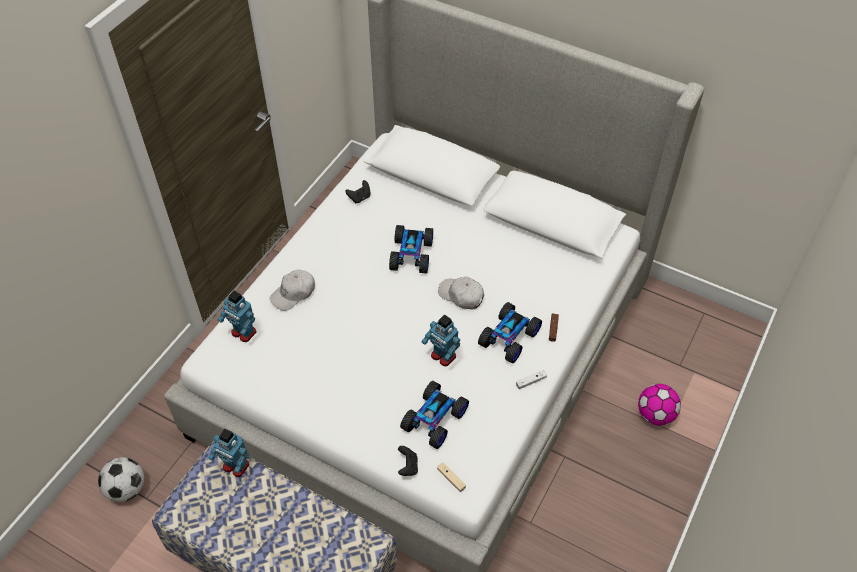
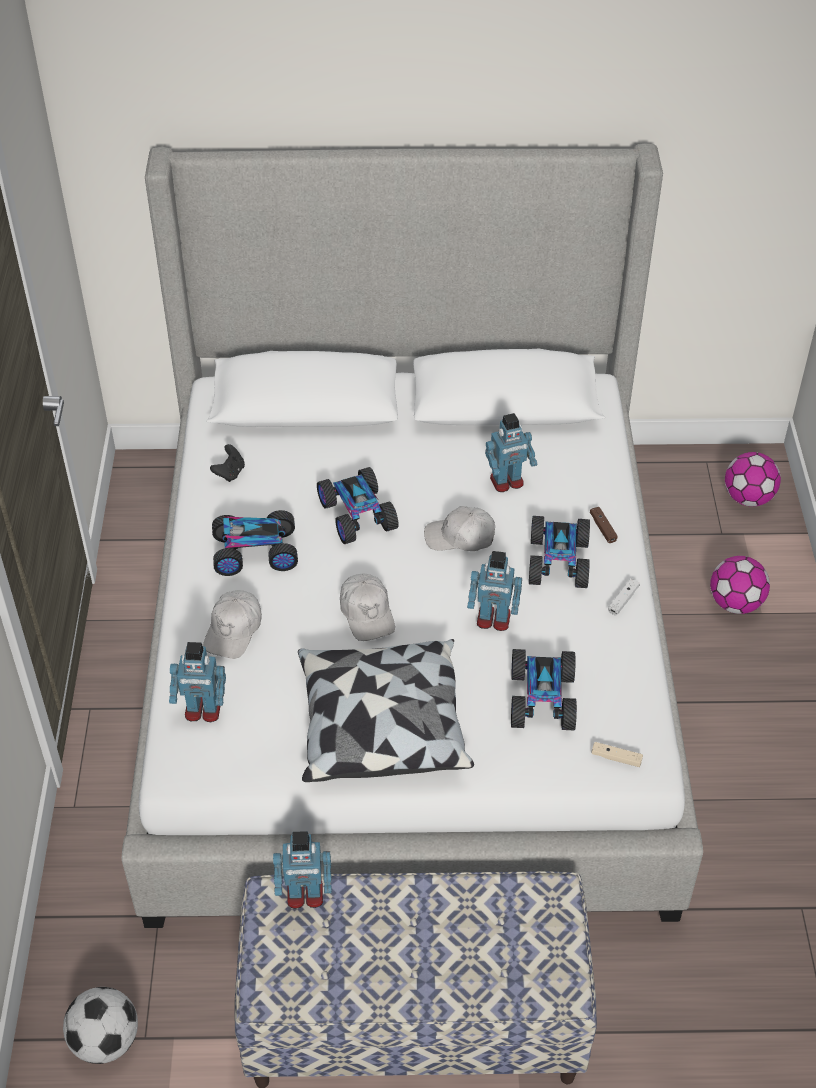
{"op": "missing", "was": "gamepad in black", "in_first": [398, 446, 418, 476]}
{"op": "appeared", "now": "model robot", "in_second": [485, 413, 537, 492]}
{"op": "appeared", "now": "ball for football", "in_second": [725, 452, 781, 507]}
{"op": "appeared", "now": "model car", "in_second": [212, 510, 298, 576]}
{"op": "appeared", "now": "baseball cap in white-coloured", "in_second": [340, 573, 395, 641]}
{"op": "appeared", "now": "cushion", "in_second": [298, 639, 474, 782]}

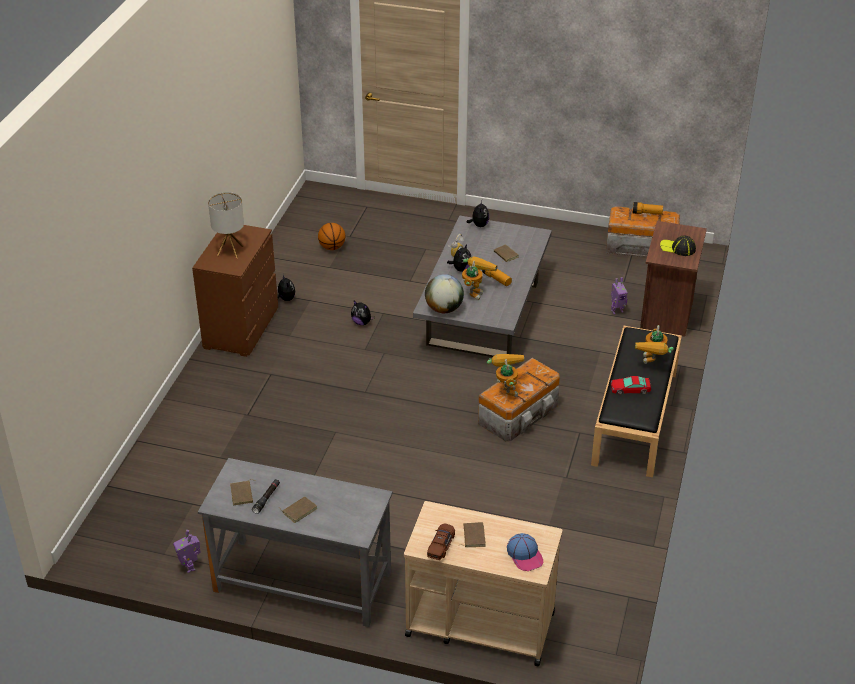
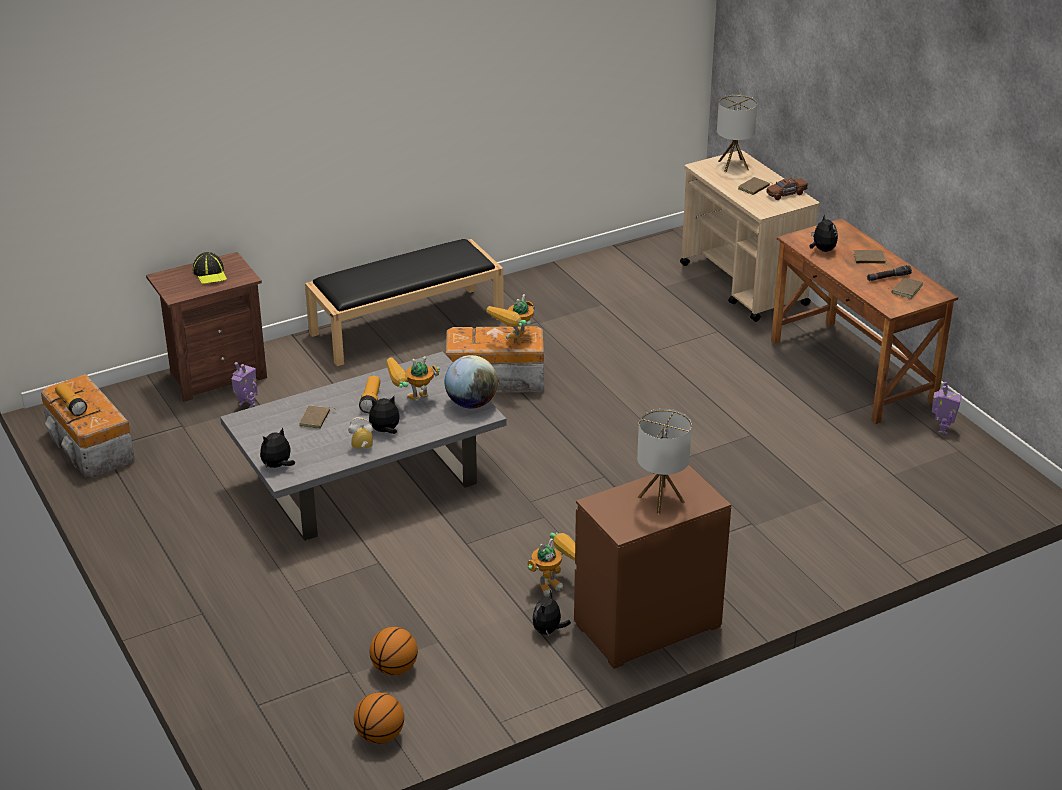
{"op": "relocated", "was": "plush toy", "in_first": [351, 301, 375, 325], "in_second": [810, 214, 838, 252]}
{"op": "relocated", "was": "model robot", "in_first": [635, 325, 674, 364], "in_second": [528, 532, 575, 597]}
{"op": "missing", "was": "model car", "in_first": [611, 376, 651, 394]}
{"op": "colour", "was": "desk in grey", "now": "desk in brown-coloured", "in_first": [198, 458, 393, 627], "in_second": [771, 218, 958, 424]}
{"op": "exchanged", "was": "baseball cap", "now": "lamp for a table", "in_first": [507, 533, 544, 571], "in_second": [717, 94, 757, 172]}
{"op": "appeared", "now": "basketball ball", "in_second": [354, 693, 404, 744]}

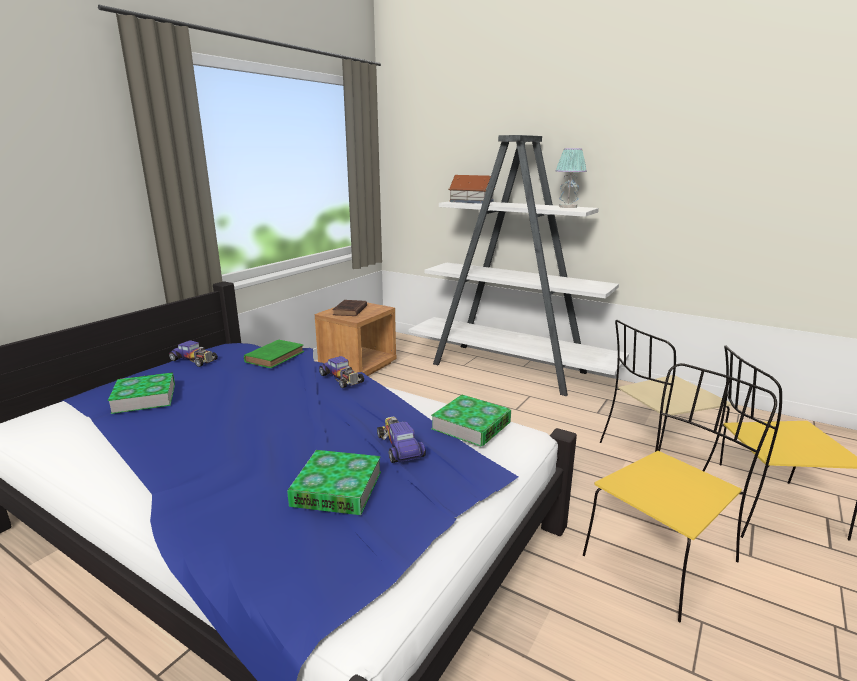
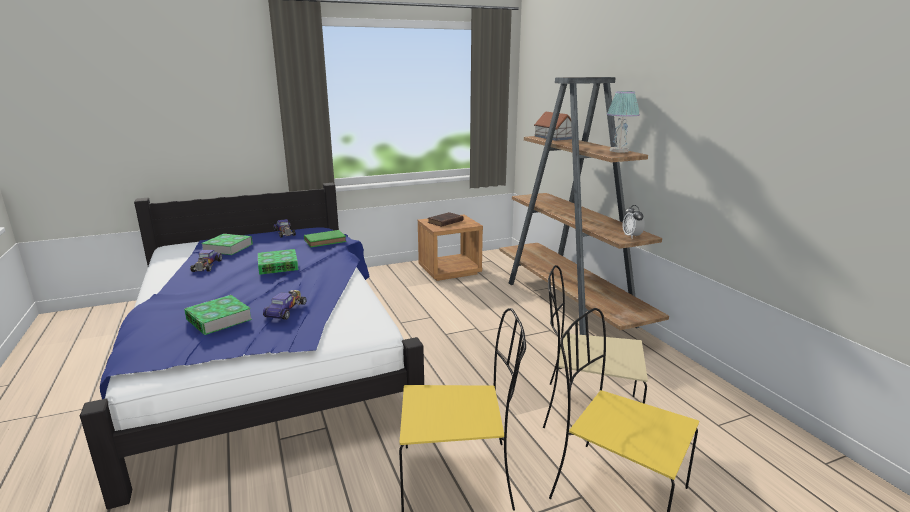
{"op": "colour", "was": "bookshelf in white-coloured", "now": "bookshelf in brown-coloured", "in_first": [408, 135, 629, 396], "in_second": [500, 77, 669, 335]}
{"op": "relocated", "was": "model car", "in_first": [319, 356, 364, 388], "in_second": [190, 250, 222, 272]}
{"op": "relocated", "was": "book", "in_first": [431, 395, 511, 447], "in_second": [258, 249, 299, 275]}
{"op": "appeared", "now": "table clock", "in_second": [623, 205, 645, 238]}

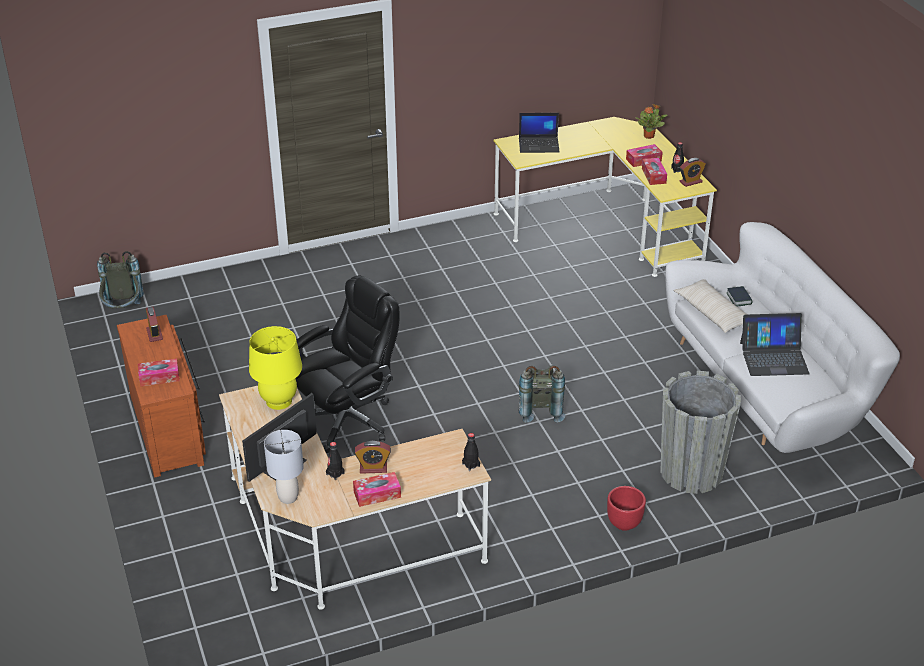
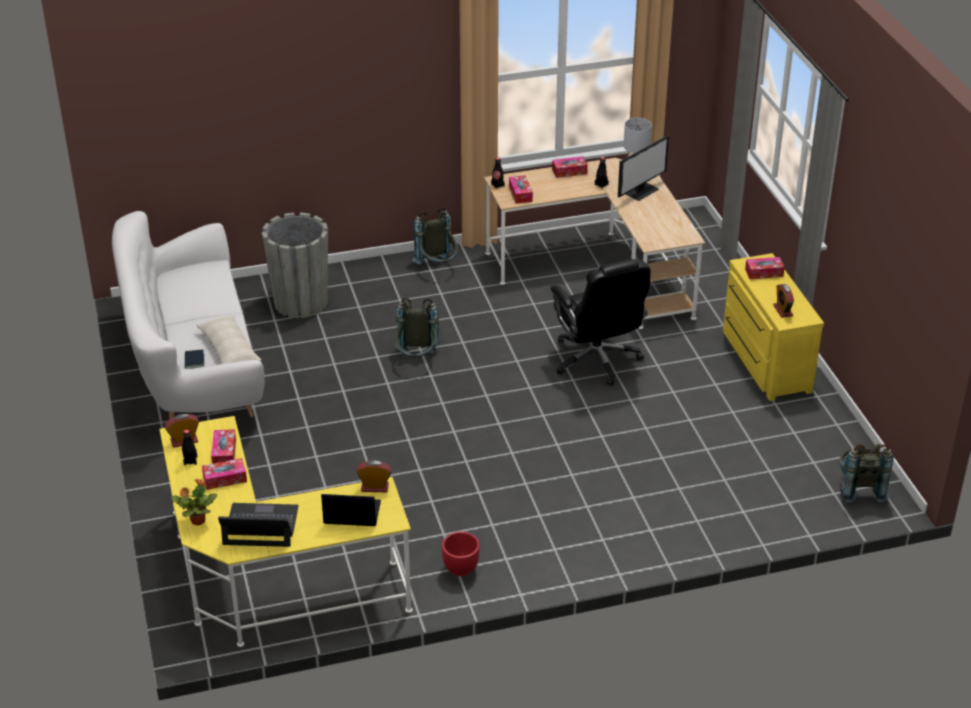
{"op": "spun", "was": "office chair in black", "in_first": [295, 275, 399, 453], "in_second": [551, 259, 651, 386], "clockwise": -75}
{"op": "relocated", "was": "notebook computer", "in_first": [740, 313, 810, 376], "in_second": [218, 503, 299, 547]}
{"op": "colour", "was": "dresser in brown-coloured", "now": "dresser in yellow-coloured", "in_first": [117, 315, 206, 477], "in_second": [723, 253, 824, 401]}
{"op": "missing", "was": "lamp for a table in yellow-coloured", "in_first": [249, 326, 302, 410]}
{"op": "relocated", "was": "table clock", "in_first": [355, 441, 391, 474], "in_second": [356, 460, 392, 492]}
{"op": "relocated", "was": "flower pot in red-coloured", "in_first": [607, 486, 646, 531], "in_second": [442, 532, 480, 576]}
{"op": "appeared", "now": "tissue holder", "in_second": [509, 175, 533, 204]}
{"op": "appeared", "now": "rucksack in grey", "in_second": [412, 207, 458, 265]}

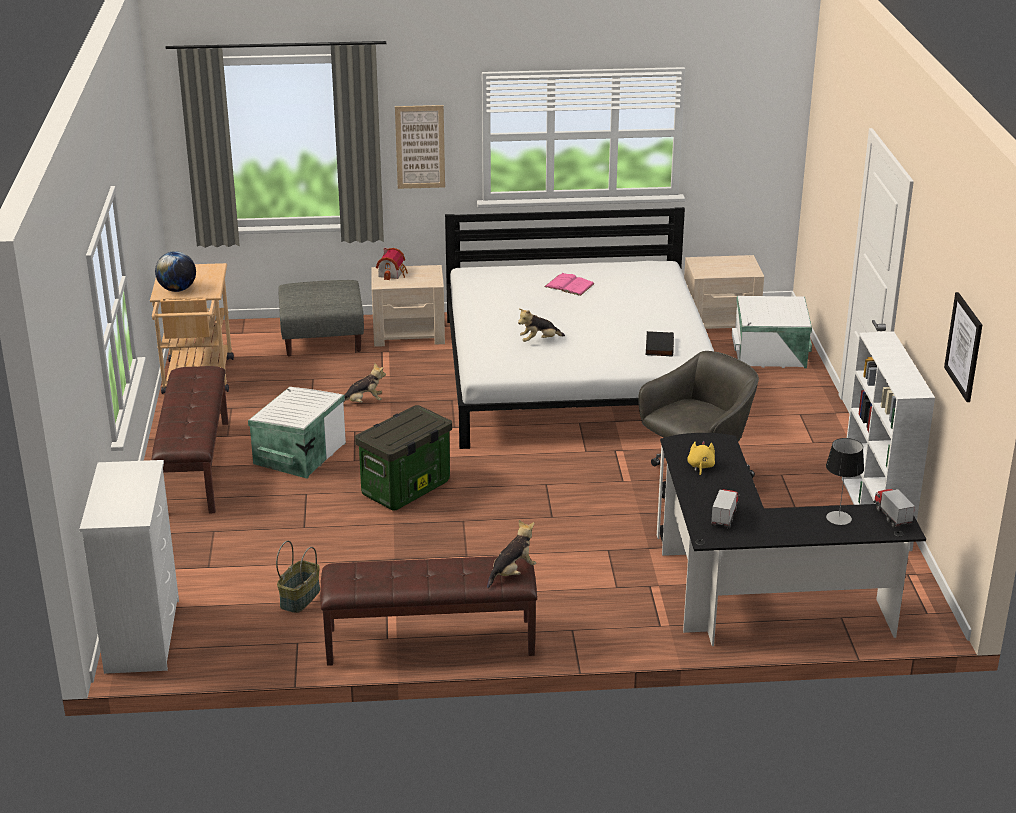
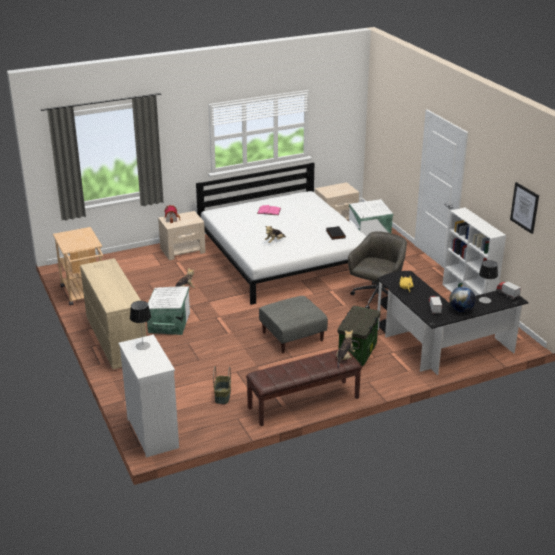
{"op": "missing", "was": "wall art", "in_first": [395, 105, 445, 189]}
{"op": "relocated", "was": "world globe", "in_first": [155, 251, 196, 292], "in_second": [450, 287, 476, 312]}
{"op": "relocated", "was": "footrest in grey", "in_first": [278, 280, 364, 357], "in_second": [259, 296, 328, 353]}
{"op": "exchanged", "was": "long seat in brown-coloured", "now": "dresser in sand-coloured", "in_first": [152, 366, 228, 514], "in_second": [80, 258, 146, 369]}
{"op": "relocated", "was": "storage box", "in_first": [355, 405, 452, 511], "in_second": [338, 306, 380, 366]}
{"op": "appeared", "now": "lamp for a table", "in_second": [130, 301, 151, 350]}

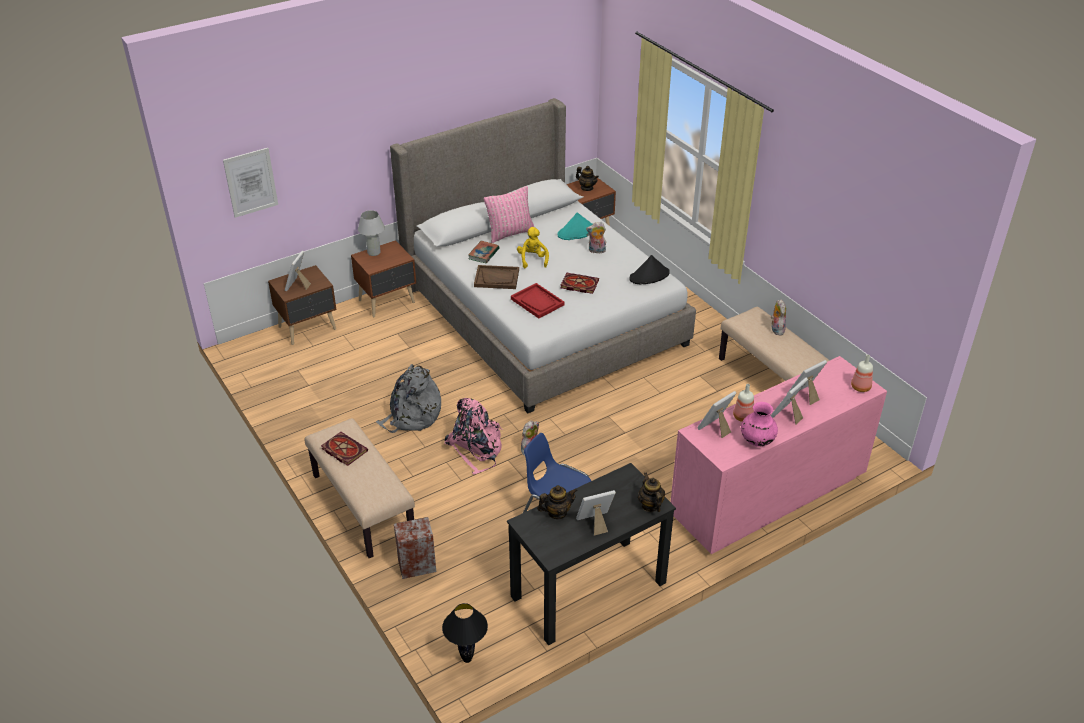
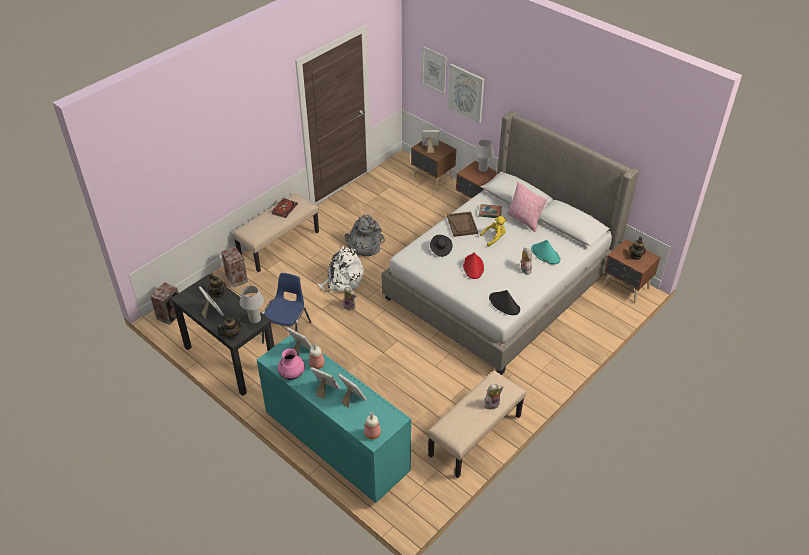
{"op": "exchanged", "was": "book", "now": "wearable hat in red-coloured", "in_first": [560, 273, 599, 294], "in_second": [463, 252, 484, 279]}
{"op": "exchanged", "was": "serving tray in red-coloured", "now": "wearable hat in black", "in_first": [511, 283, 565, 319], "in_second": [430, 235, 453, 257]}
{"op": "colour", "was": "dresser in pink-coloured", "now": "dresser in turquoise", "in_first": [671, 356, 887, 554], "in_second": [257, 335, 411, 503]}
{"op": "colour", "was": "rucksack in pink-coloured", "now": "rucksack in white-coloured", "in_first": [444, 398, 503, 475], "in_second": [318, 246, 364, 293]}
{"op": "exchanged", "was": "lamp for a table in black", "now": "speaker", "in_first": [442, 603, 488, 663], "in_second": [150, 282, 183, 325]}
{"op": "appeared", "now": "wall art", "in_second": [448, 64, 484, 123]}
{"op": "appeared", "now": "lamp for a table in white-coloured", "in_second": [240, 286, 264, 323]}

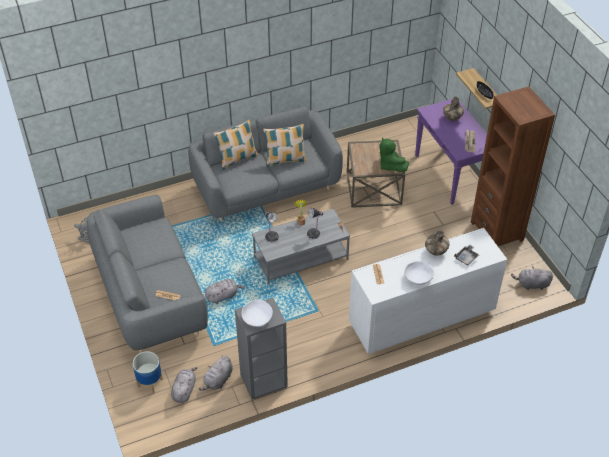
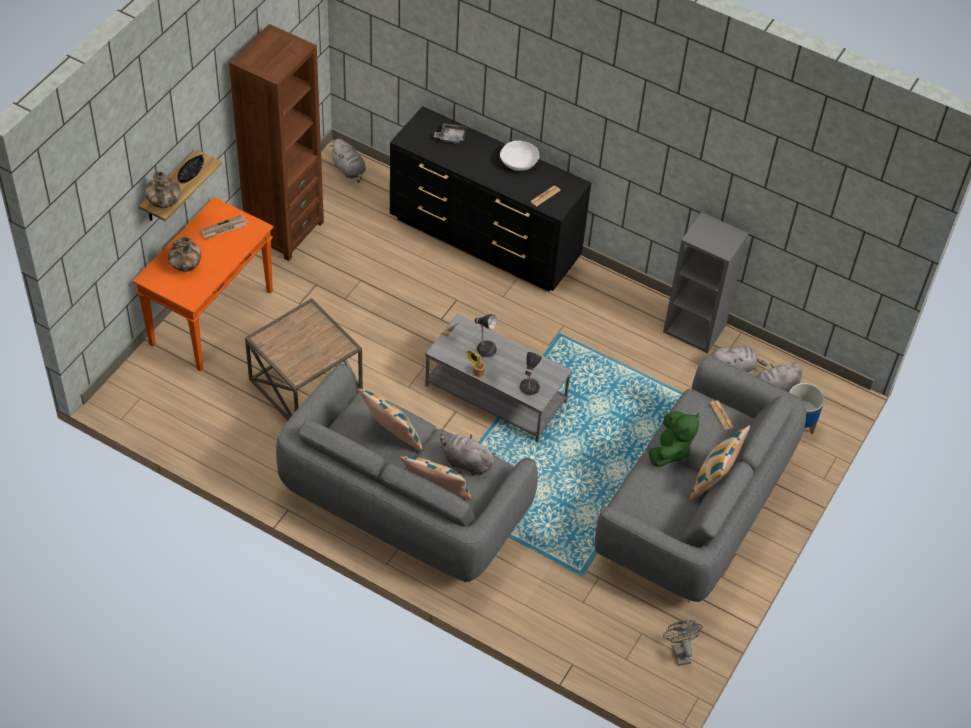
{"op": "colour", "was": "narrow table in purple-coloured", "now": "narrow table in orange", "in_first": [415, 99, 487, 205], "in_second": [133, 197, 274, 372]}
{"op": "relocated", "was": "plush toy in greenish", "in_first": [379, 137, 409, 172], "in_second": [649, 411, 699, 467]}
{"op": "colour", "was": "dresser in white-coloured", "now": "dresser in black", "in_first": [349, 228, 507, 354], "in_second": [390, 106, 591, 292]}
{"op": "relocated", "was": "vase", "in_first": [425, 230, 449, 256], "in_second": [145, 171, 181, 208]}
{"op": "relocated", "was": "plush toy in grey", "in_first": [205, 279, 245, 304], "in_second": [440, 433, 496, 476]}
{"op": "missing", "was": "serving bowl in white-coloured", "in_first": [242, 300, 273, 327]}
{"op": "appeared", "now": "cushion", "in_second": [690, 426, 750, 500]}

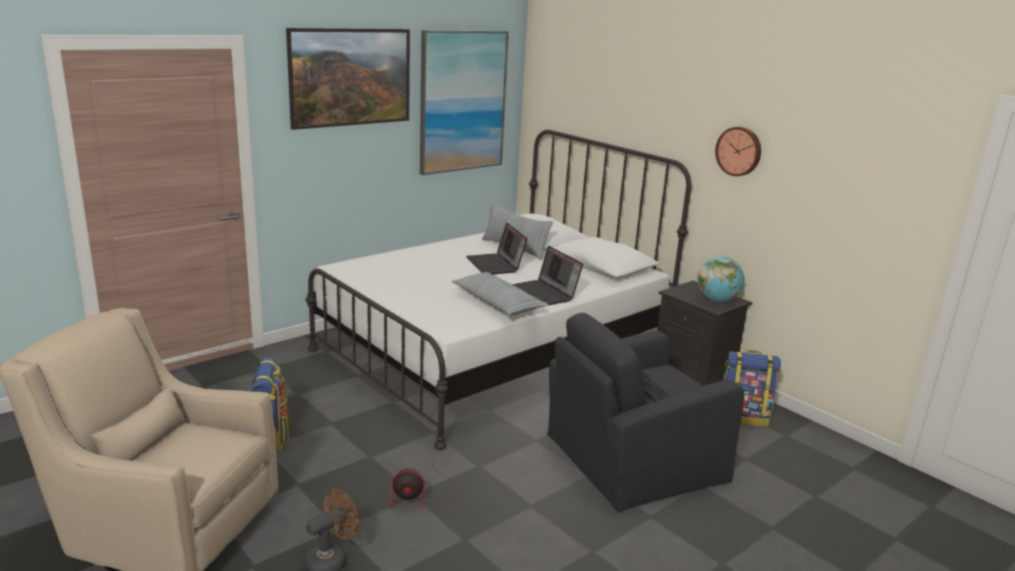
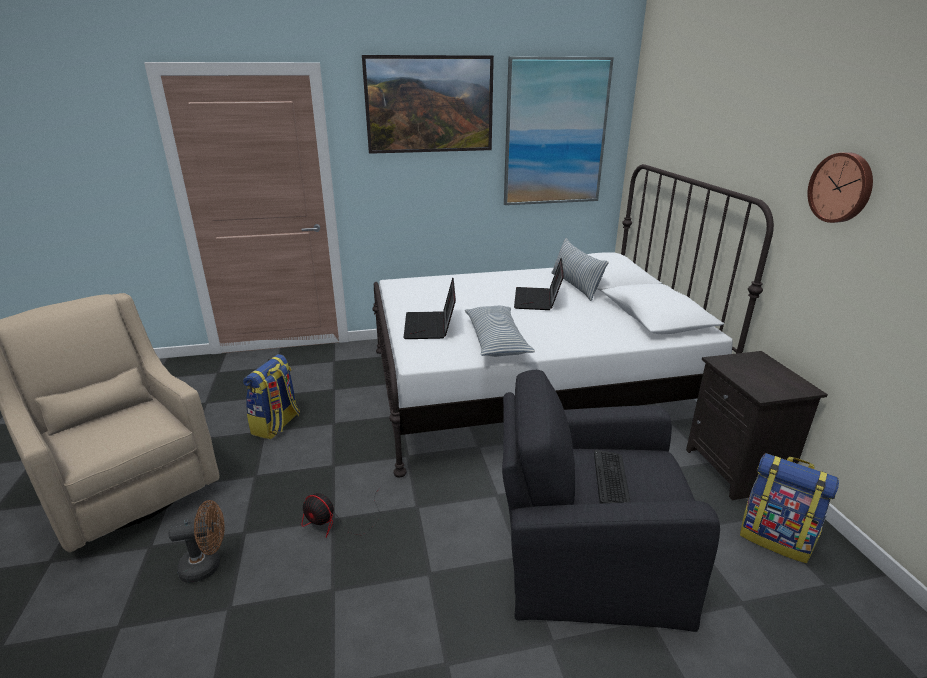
{"op": "relocated", "was": "notebook computer", "in_first": [512, 246, 583, 305], "in_second": [404, 278, 456, 339]}
{"op": "missing", "was": "world globe", "in_first": [697, 256, 744, 302]}

